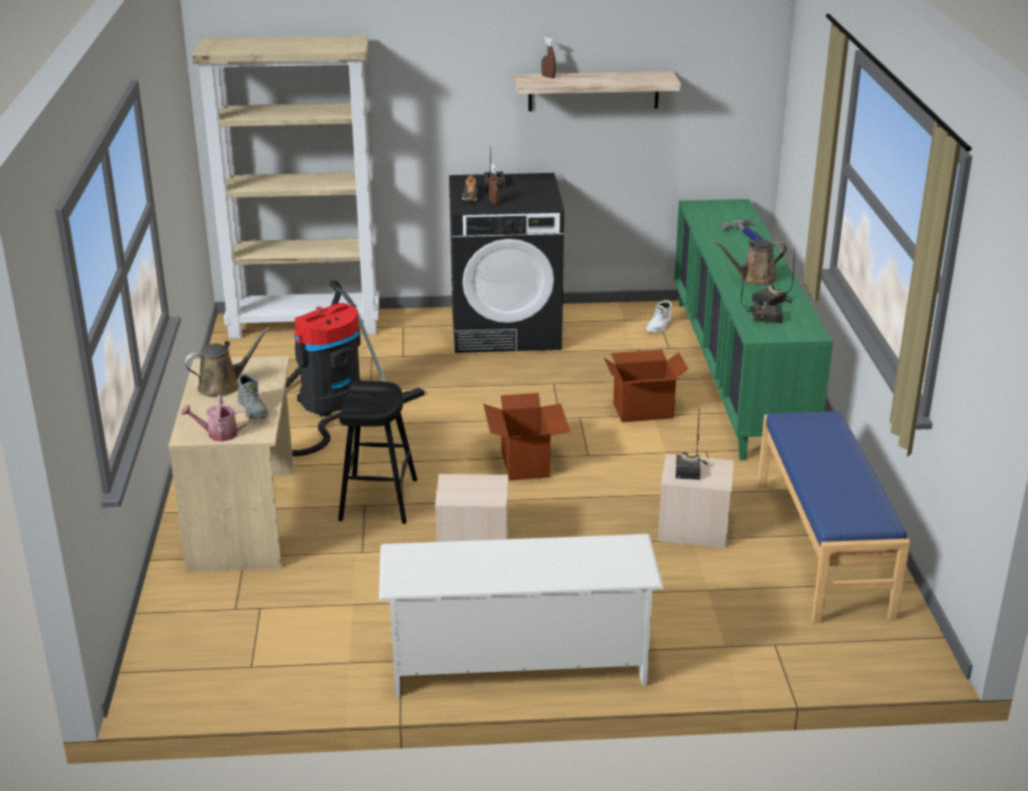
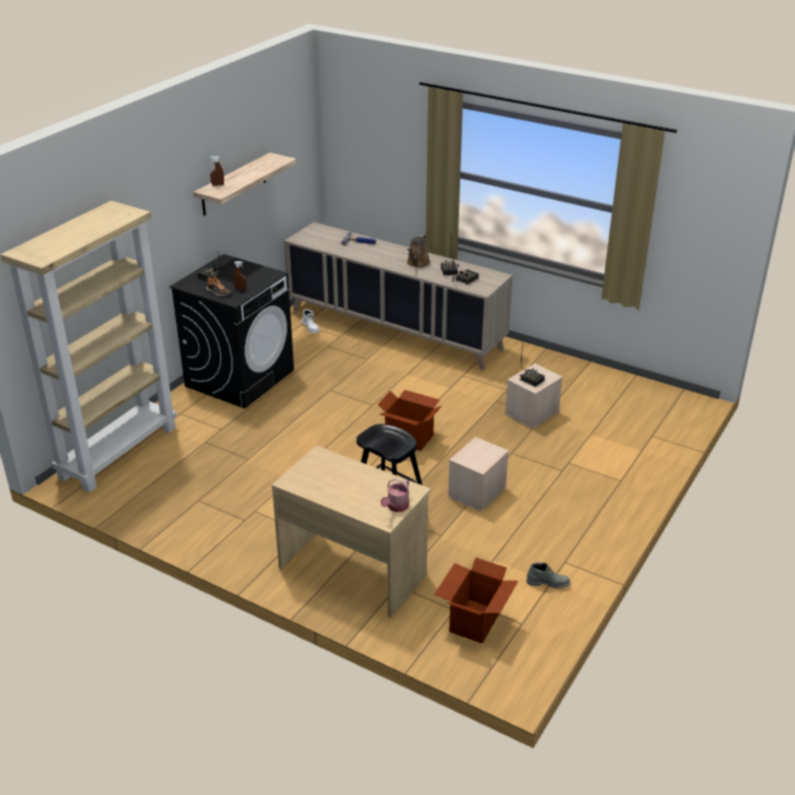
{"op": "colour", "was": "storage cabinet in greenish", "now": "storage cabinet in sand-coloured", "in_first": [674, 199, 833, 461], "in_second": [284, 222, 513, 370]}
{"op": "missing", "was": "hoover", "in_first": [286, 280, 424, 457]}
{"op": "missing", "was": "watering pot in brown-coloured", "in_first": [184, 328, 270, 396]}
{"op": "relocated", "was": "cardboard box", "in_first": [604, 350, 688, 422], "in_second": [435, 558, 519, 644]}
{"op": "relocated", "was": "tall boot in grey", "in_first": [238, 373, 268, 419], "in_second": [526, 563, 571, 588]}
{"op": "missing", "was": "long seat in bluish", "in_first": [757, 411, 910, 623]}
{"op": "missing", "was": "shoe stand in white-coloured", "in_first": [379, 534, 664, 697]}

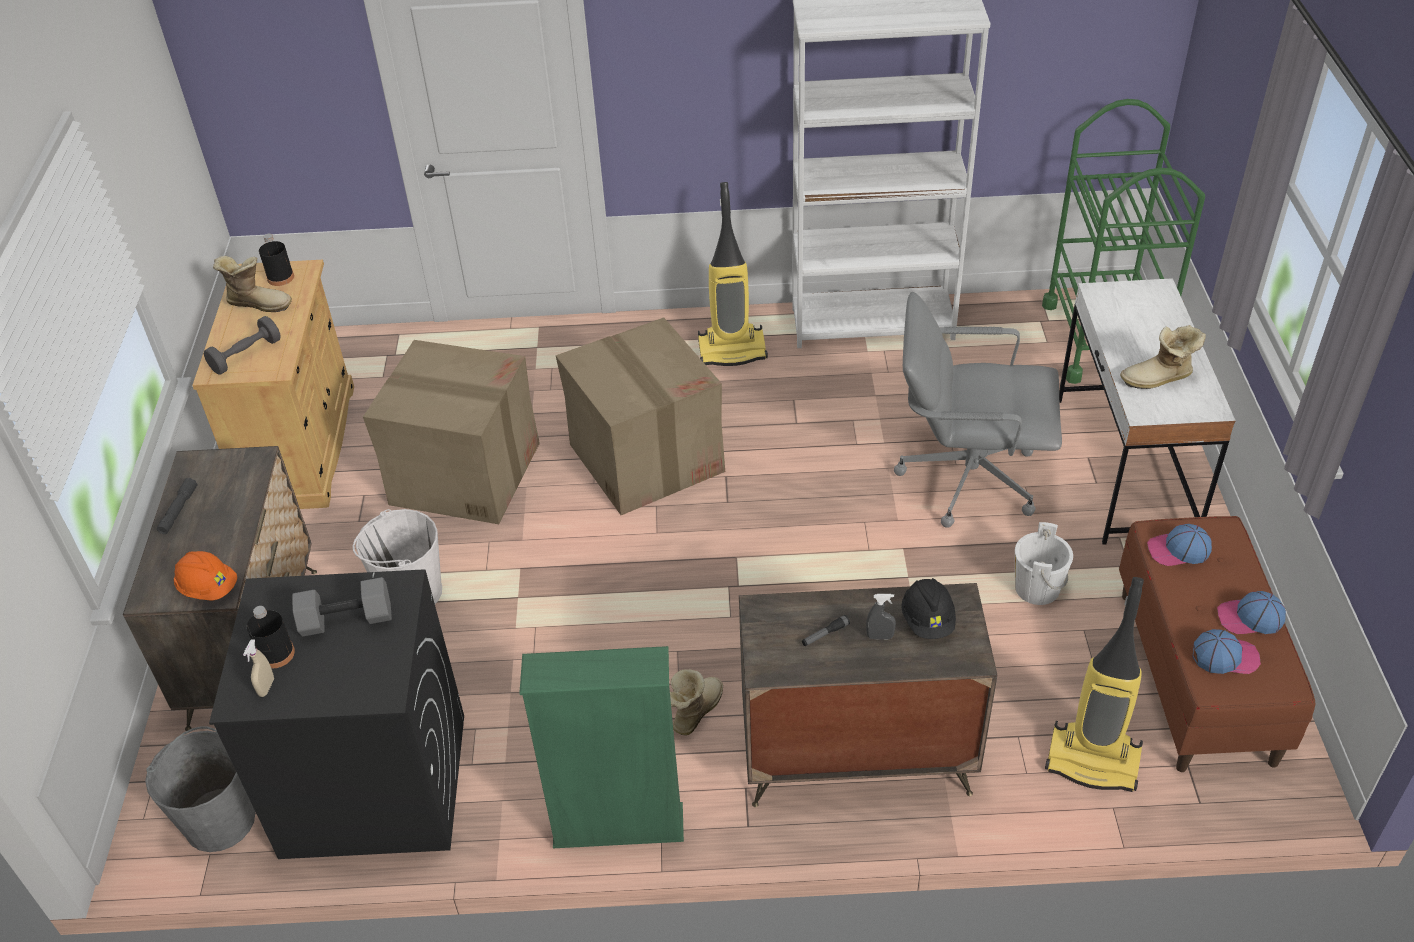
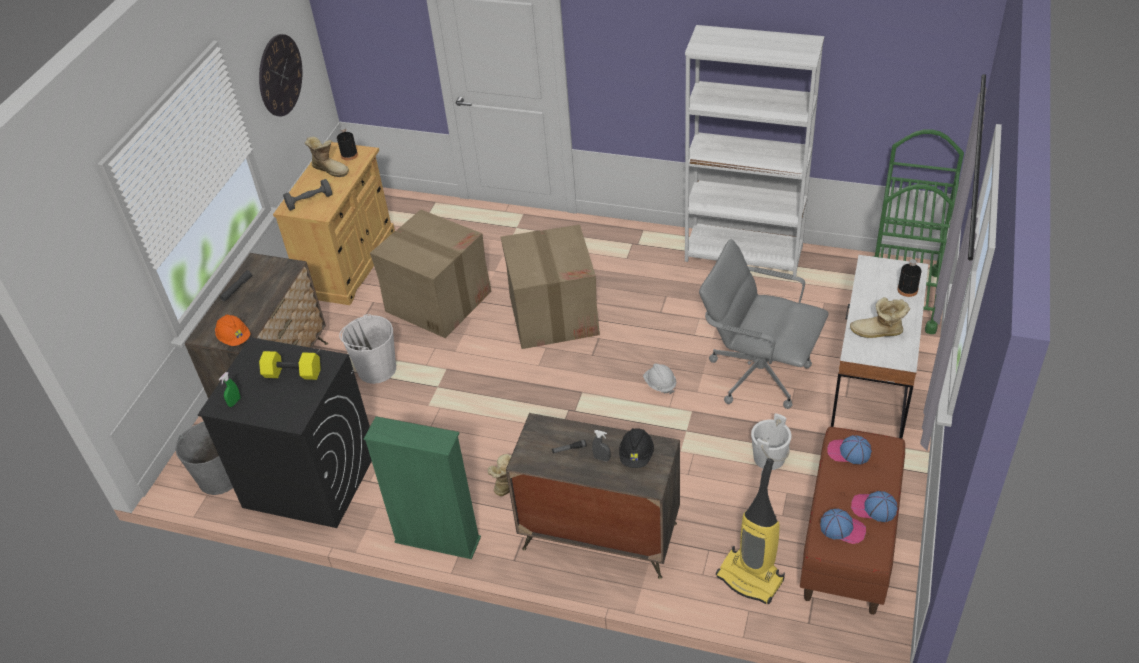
{"op": "missing", "was": "hoover", "in_first": [698, 182, 768, 366]}
{"op": "colour", "was": "hand weight in grey", "now": "hand weight in yellow-coloured", "in_first": [292, 577, 392, 637], "in_second": [259, 351, 321, 380]}
{"op": "relocated", "was": "drink bottle in black", "in_first": [247, 606, 295, 668], "in_second": [897, 259, 922, 297]}
{"op": "colour", "was": "spray bottle in sand-coloured", "now": "spray bottle in greenish", "in_first": [243, 639, 274, 697], "in_second": [219, 372, 241, 407]}
{"op": "appeared", "now": "clock on the wall", "in_second": [259, 34, 302, 116]}
{"op": "appeared", "now": "work helmet in white-coloured", "in_second": [643, 364, 676, 394]}

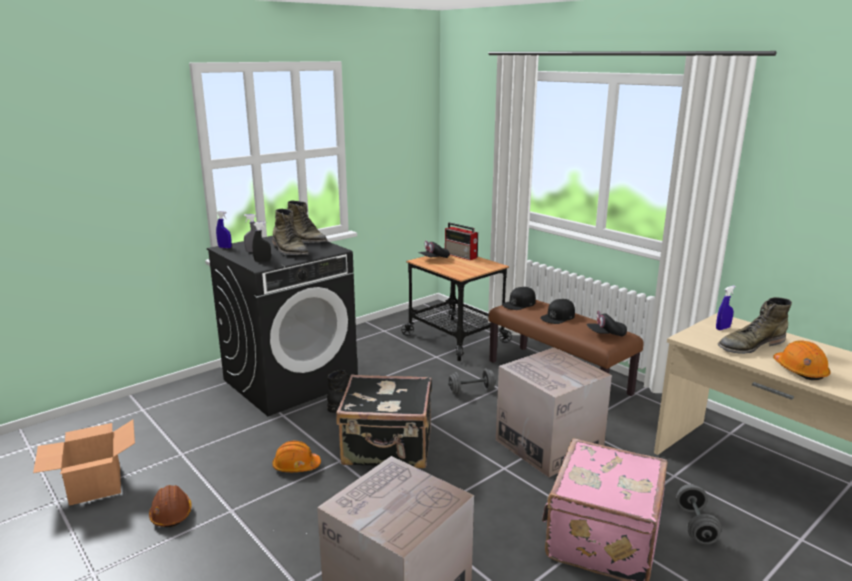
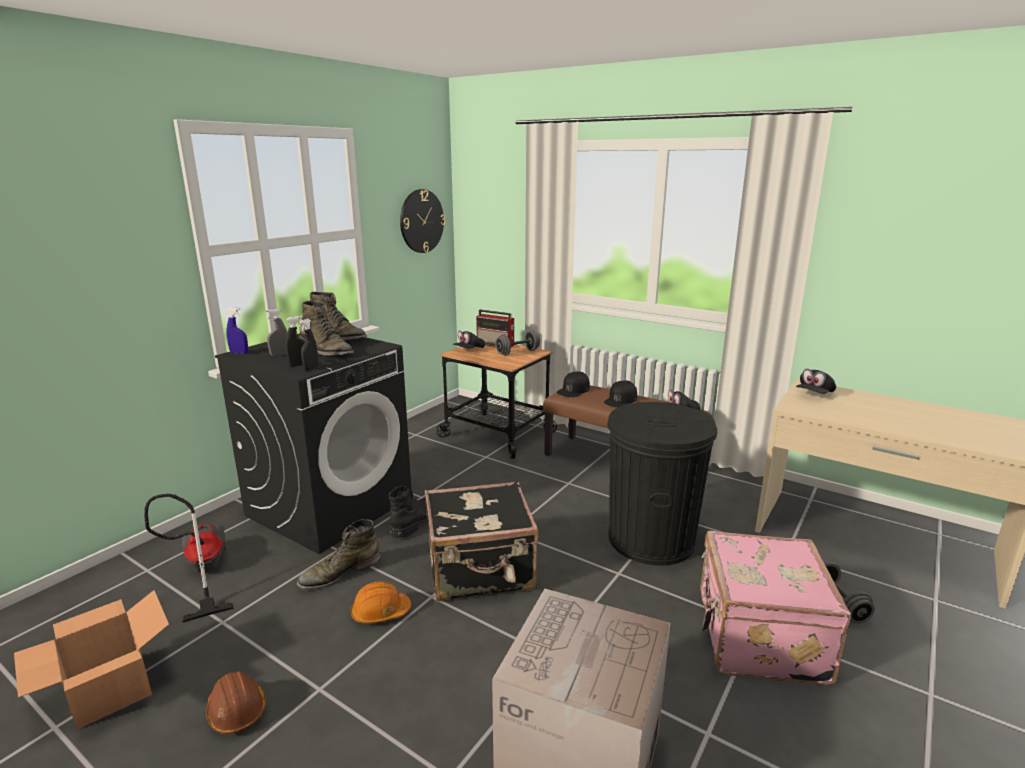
{"op": "exchanged", "was": "spray bottle in bluish", "now": "baseball cap in black", "in_first": [716, 286, 736, 330], "in_second": [796, 368, 836, 394]}
{"op": "relocated", "was": "tall boot in greenish", "in_first": [717, 297, 792, 354], "in_second": [297, 519, 380, 590]}
{"op": "missing", "was": "work helmet in orange", "in_first": [773, 340, 831, 380]}
{"op": "exchanged", "was": "cardboard box", "now": "rubbish bin in black", "in_first": [496, 347, 612, 477], "in_second": [607, 402, 717, 565]}
{"op": "relocated", "was": "hand weight in grey", "in_first": [448, 369, 495, 395], "in_second": [495, 330, 540, 356]}
{"op": "appeared", "now": "clock on the wall", "in_second": [400, 189, 445, 253]}
{"op": "appeared", "now": "spray bottle in black", "in_second": [300, 319, 318, 370]}
{"op": "appeared", "now": "hoover", "in_second": [144, 494, 234, 623]}

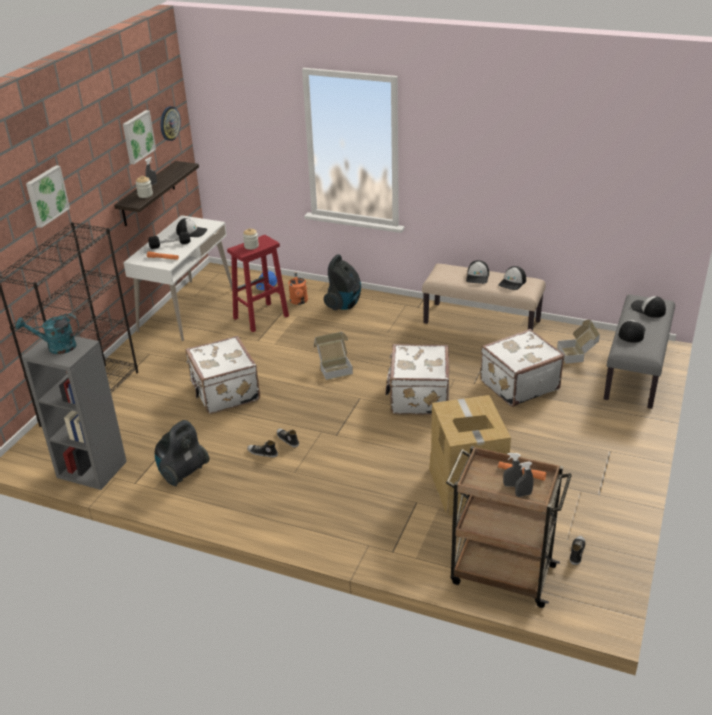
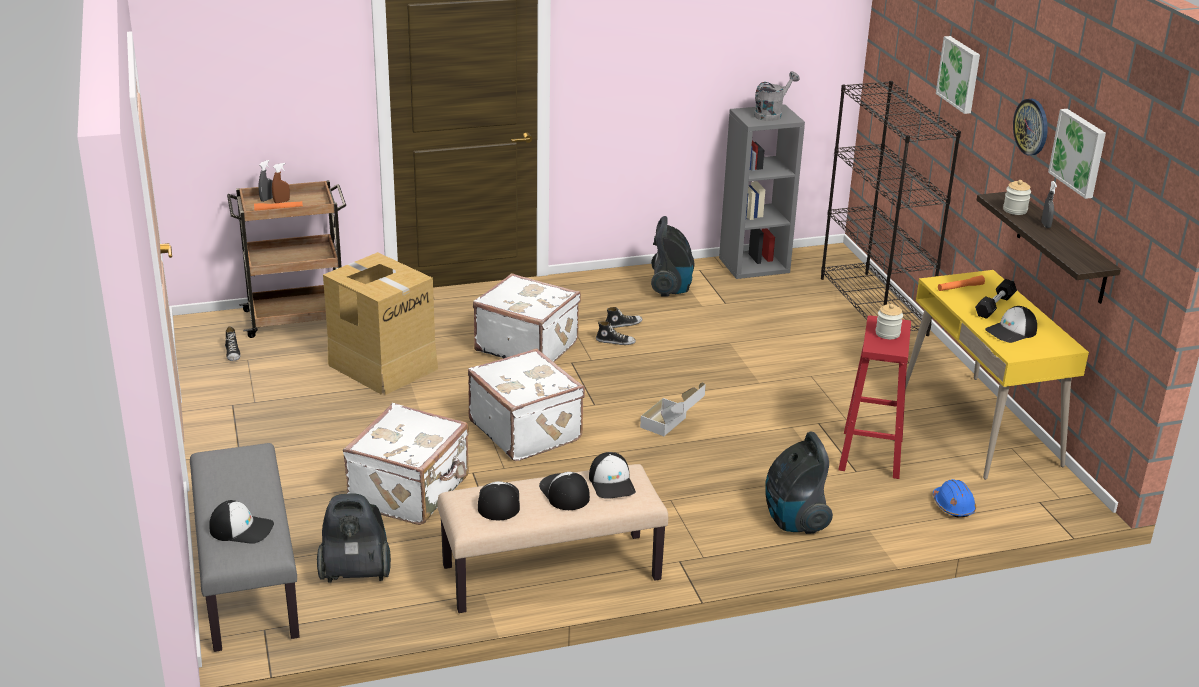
{"op": "relocated", "was": "clock on the wall", "in_first": [160, 106, 181, 141], "in_second": [1013, 99, 1048, 155]}
{"op": "colour", "was": "desk in white-coloured", "now": "desk in yellow-coloured", "in_first": [123, 215, 232, 341], "in_second": [906, 270, 1089, 480]}
{"op": "missing", "was": "watering pot in orange", "in_first": [288, 273, 308, 305]}
{"op": "colour", "was": "watering pot in turquoise", "now": "watering pot in grey", "in_first": [16, 314, 79, 354], "in_second": [754, 71, 800, 121]}
{"op": "exchanged", "was": "cardboard box", "now": "hoover", "in_first": [557, 320, 600, 364], "in_second": [317, 494, 391, 583]}
{"op": "relocated", "was": "baseball cap", "in_first": [619, 320, 645, 343], "in_second": [589, 452, 636, 499]}
{"op": "relocated", "was": "travel case in white-coloured", "in_first": [185, 336, 260, 414], "in_second": [473, 273, 581, 362]}
{"op": "colour", "was": "spray bottle in grey", "now": "spray bottle in brown-coloured", "in_first": [503, 453, 522, 487], "in_second": [272, 163, 290, 203]}

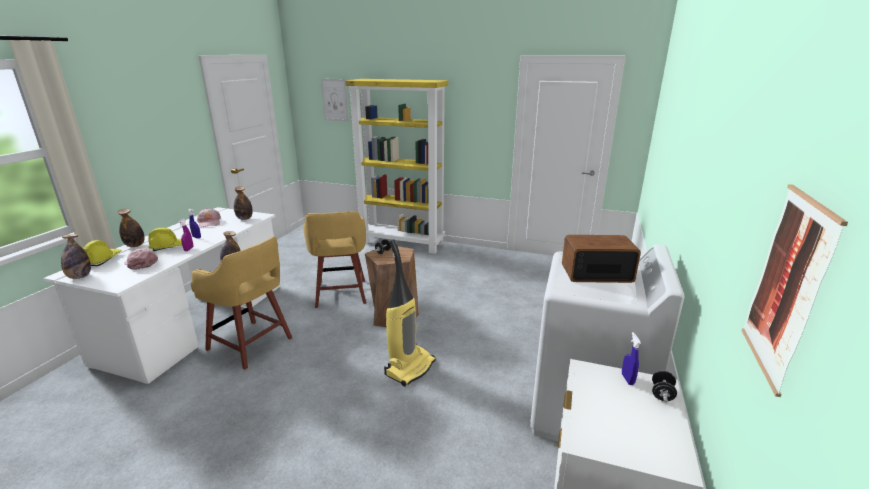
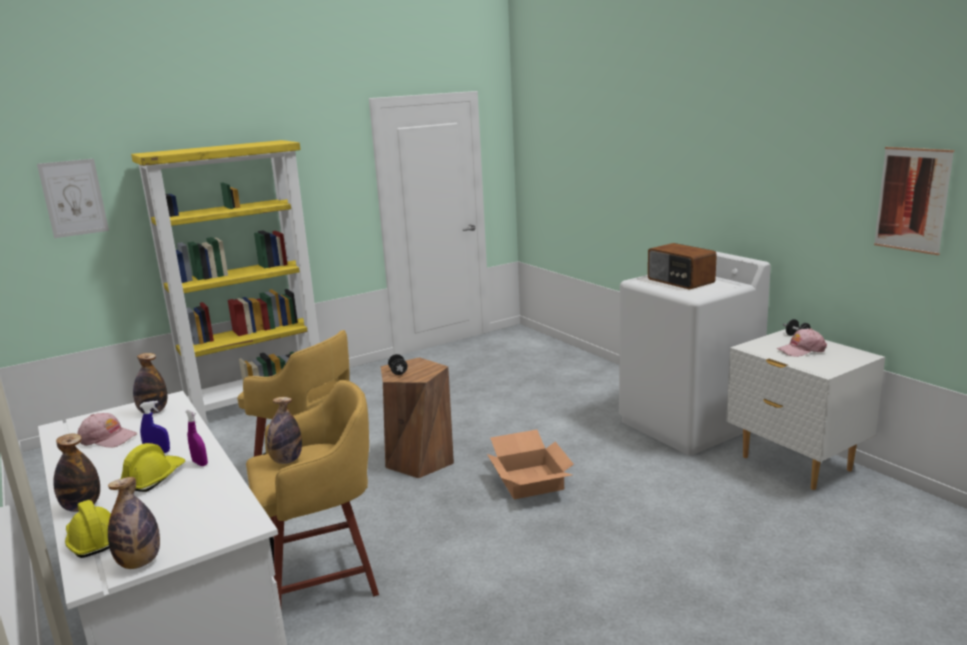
{"op": "spun", "was": "radio", "in_first": [562, 235, 641, 283], "in_second": [648, 243, 717, 290], "clockwise": -75}
{"op": "exchanged", "was": "hoover", "now": "cardboard box", "in_first": [384, 239, 436, 387], "in_second": [487, 430, 574, 499]}
{"op": "relocated", "was": "baseball cap in pink-coloured", "in_first": [124, 248, 158, 270], "in_second": [777, 329, 827, 357]}
{"op": "missing", "was": "spray bottle in bluish", "in_first": [622, 332, 641, 385]}

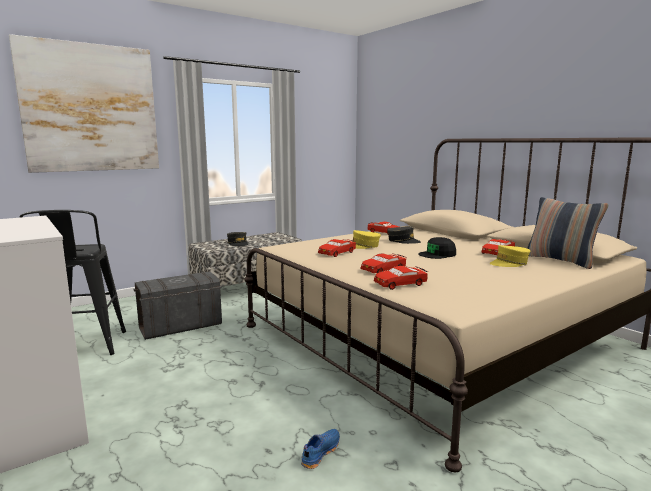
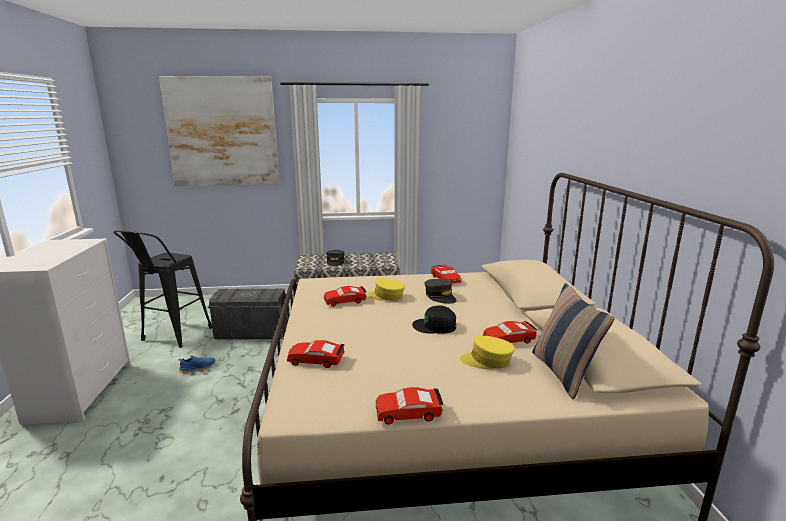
{"op": "relocated", "was": "model car in red-coloured", "in_first": [361, 254, 406, 273], "in_second": [376, 387, 444, 425]}
{"op": "relocated", "was": "shoe in bluish", "in_first": [301, 429, 340, 469], "in_second": [179, 355, 215, 373]}

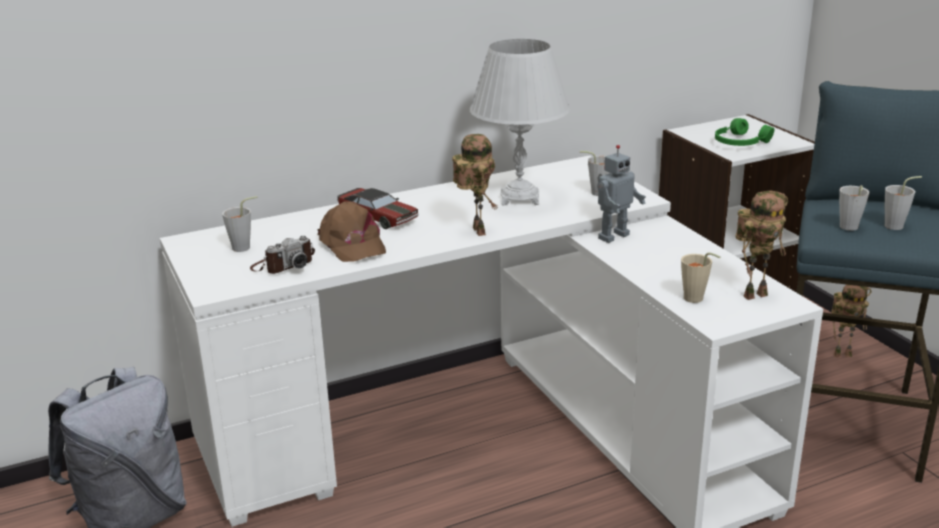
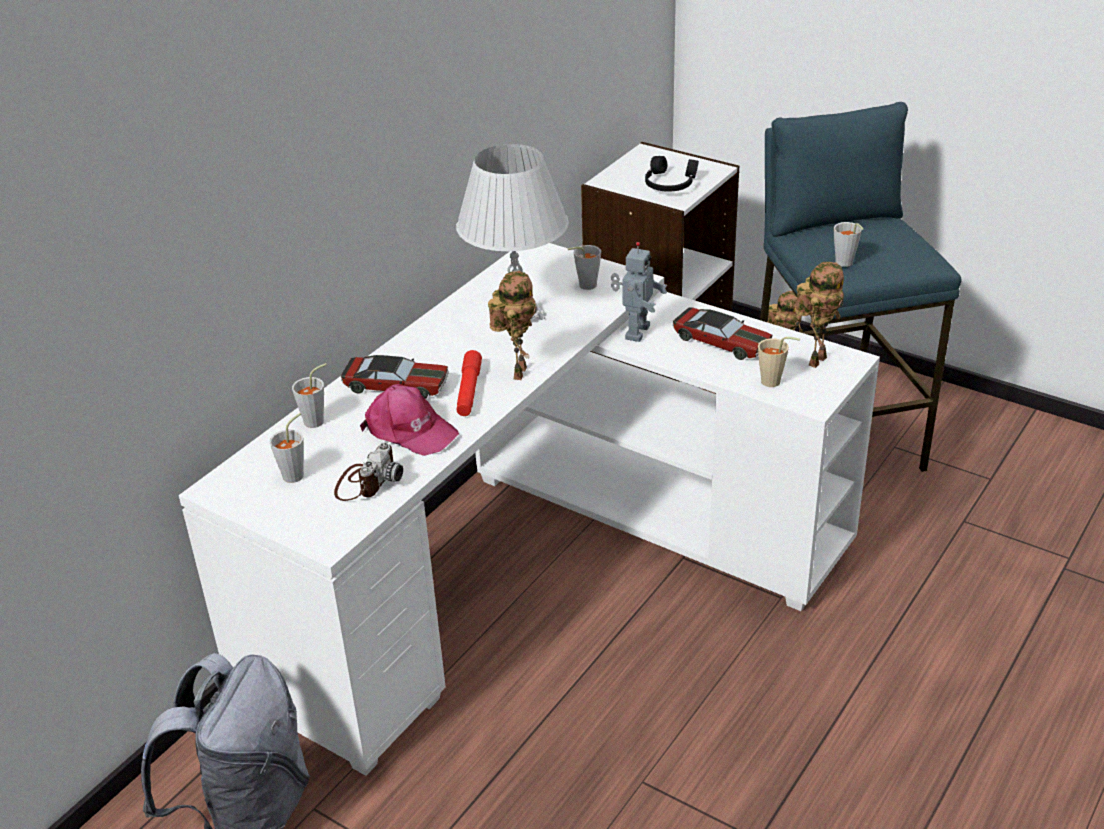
{"op": "colour", "was": "pair of headphones in greenish", "now": "pair of headphones in black", "in_first": [715, 118, 774, 146], "in_second": [645, 156, 699, 192]}
{"op": "spun", "was": "model robot", "in_first": [452, 134, 498, 236], "in_second": [488, 271, 537, 380], "clockwise": 60}
{"op": "relocated", "was": "cup in grey", "in_first": [885, 176, 922, 230], "in_second": [292, 363, 327, 428]}
{"op": "colour", "was": "baseball cap in brown-coloured", "now": "baseball cap in pink-coloured", "in_first": [317, 202, 386, 262], "in_second": [360, 384, 459, 456]}
{"op": "appeared", "now": "model car", "in_second": [673, 308, 772, 360]}
{"op": "appeared", "now": "hand torch in red-coloured", "in_second": [457, 350, 482, 416]}

